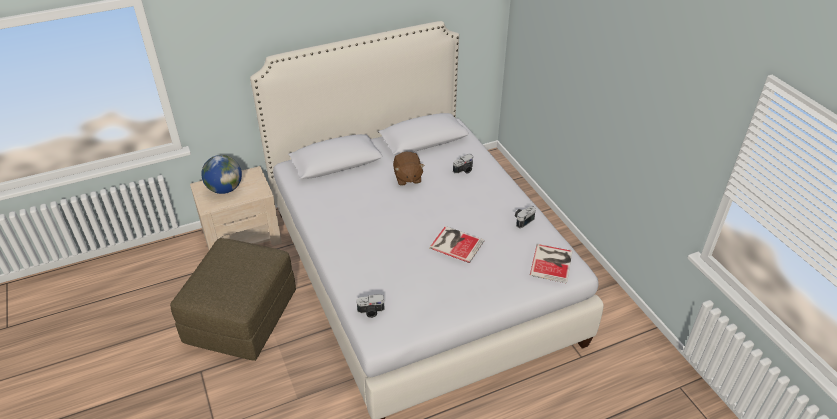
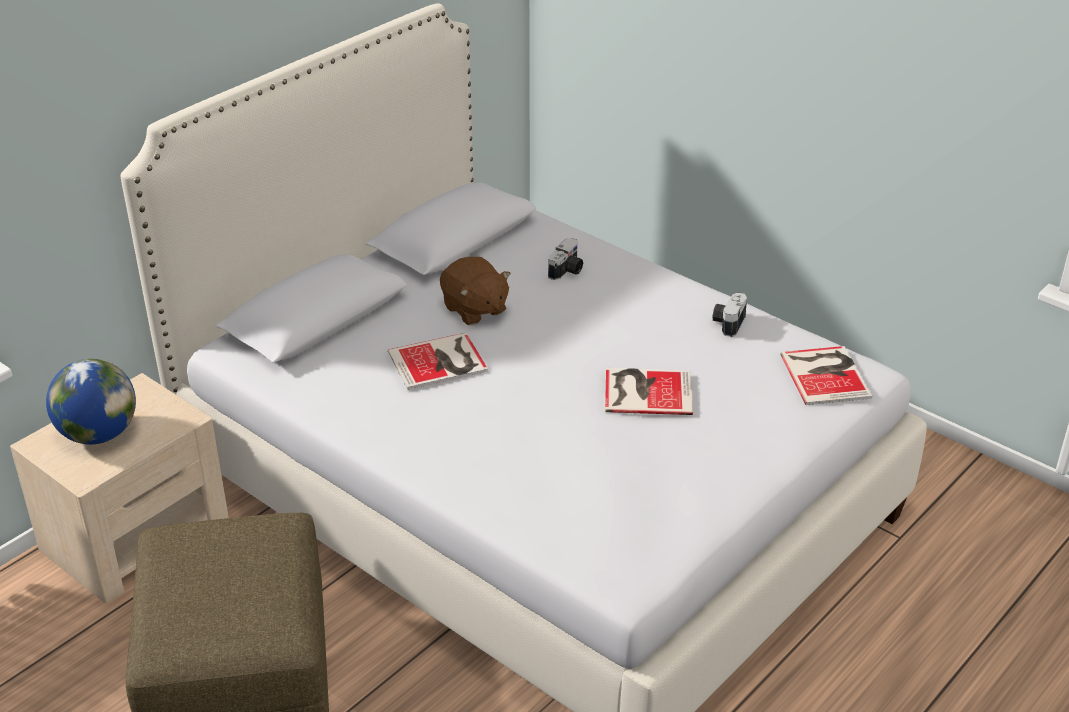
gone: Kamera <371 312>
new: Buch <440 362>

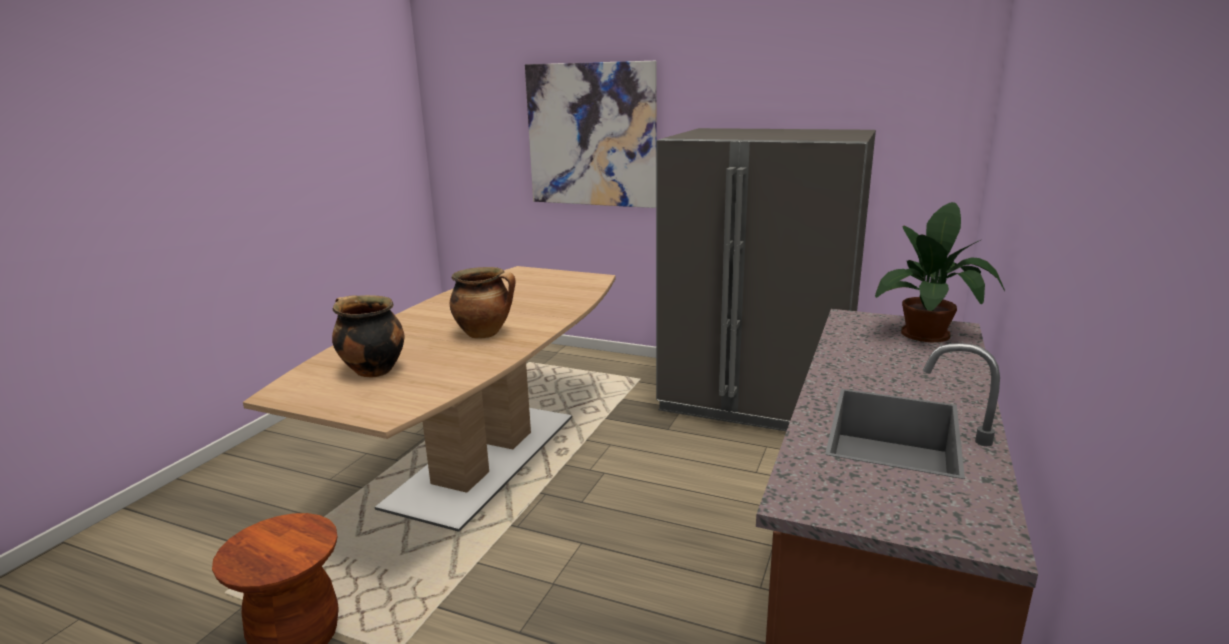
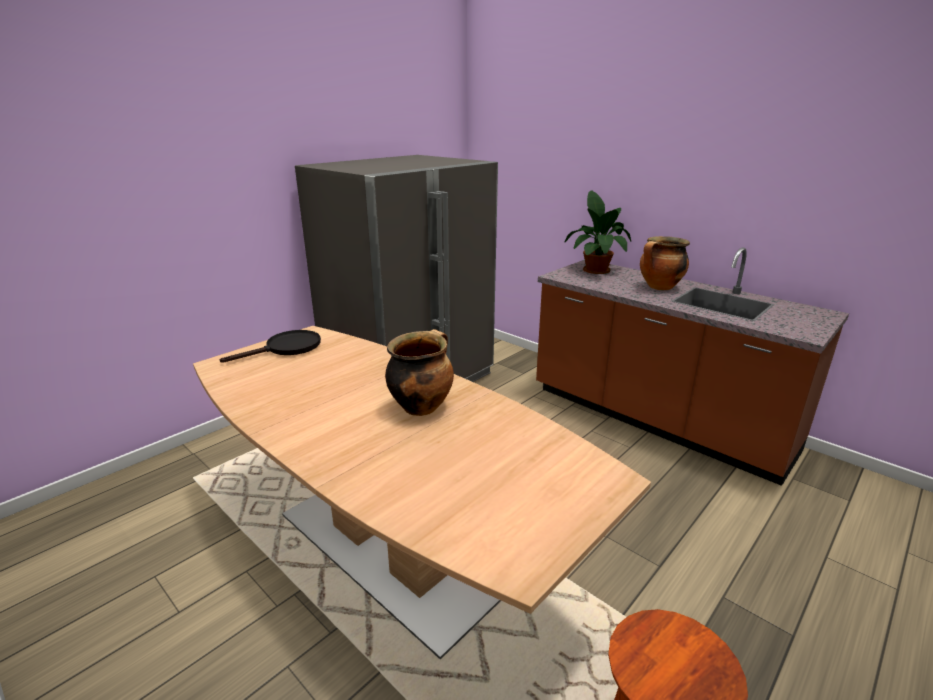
gone: Bild <591 135>
new: Pfanne (schwarz) <286 348>
shifted: Kochtopf <372 371> to <659 287>

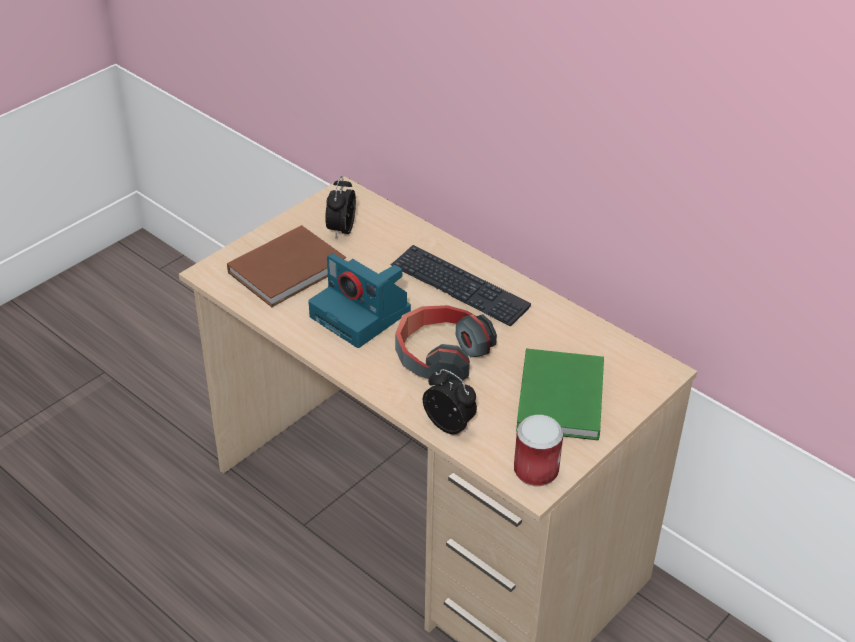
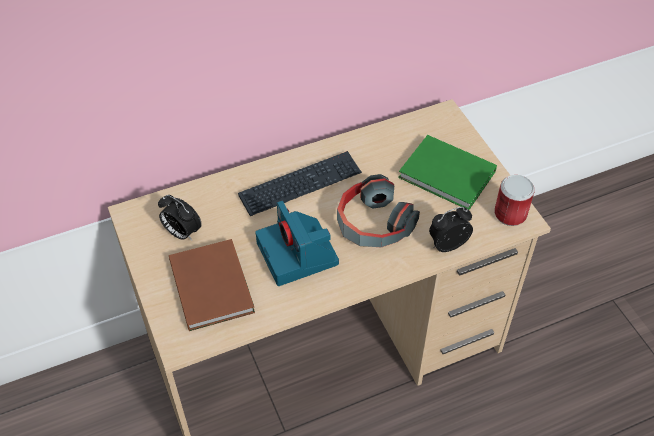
rotated: Kamera <362 314> = <298 254> 90 degrees clockwise

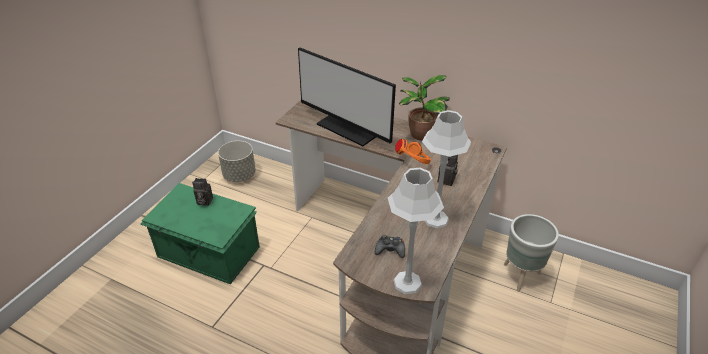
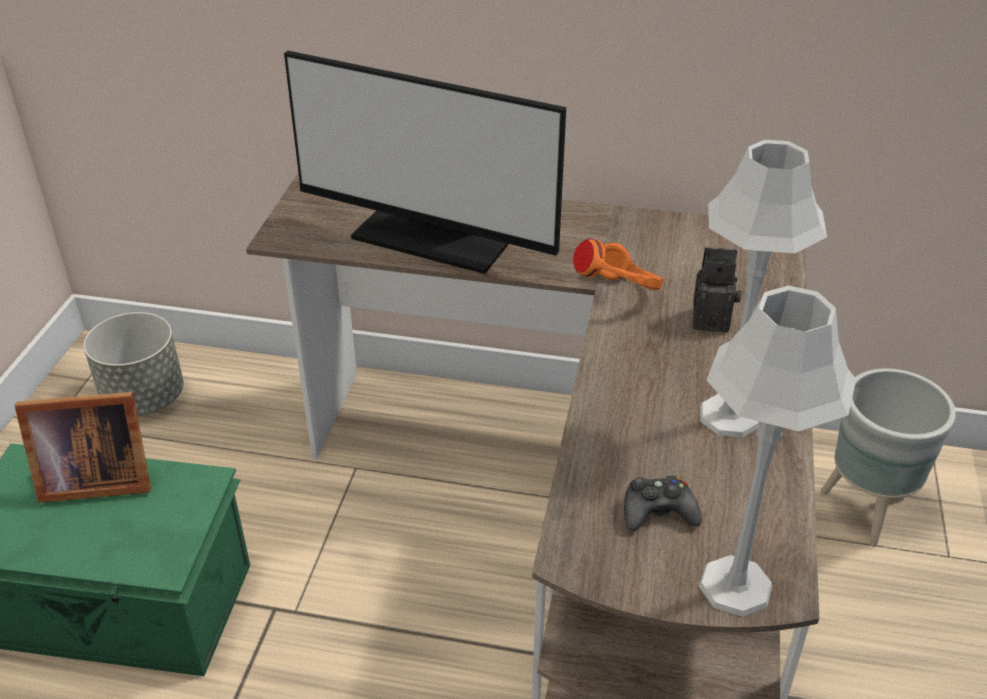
gone: Topfpflanze <419 135>
swapped: Kamera <203 201> to Bilderrahmen <93 479>

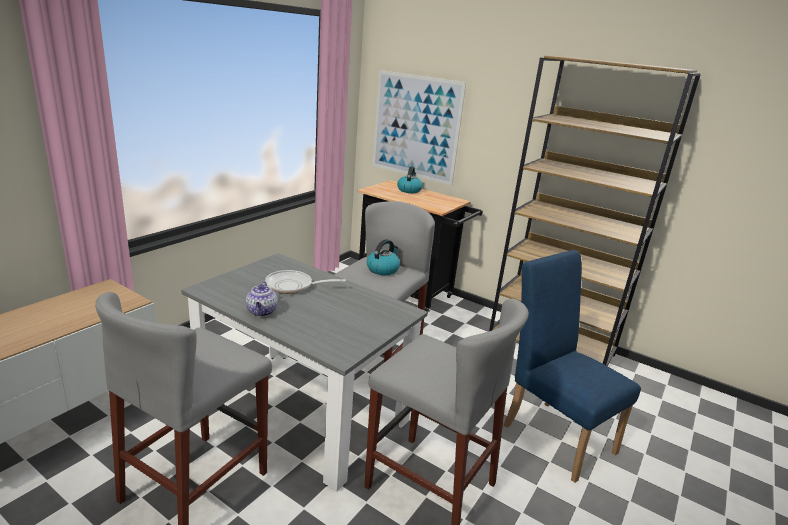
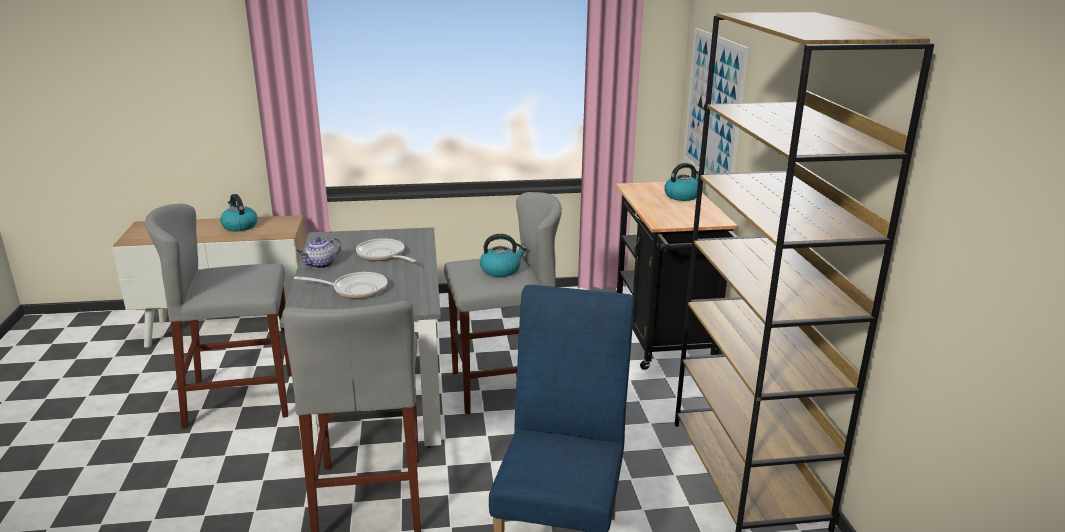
new: Wasserkessel <239 226>; Pfanne <355 289>

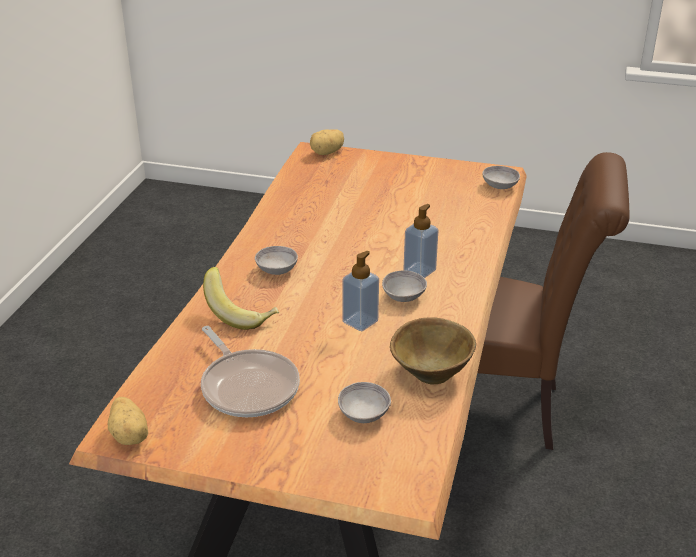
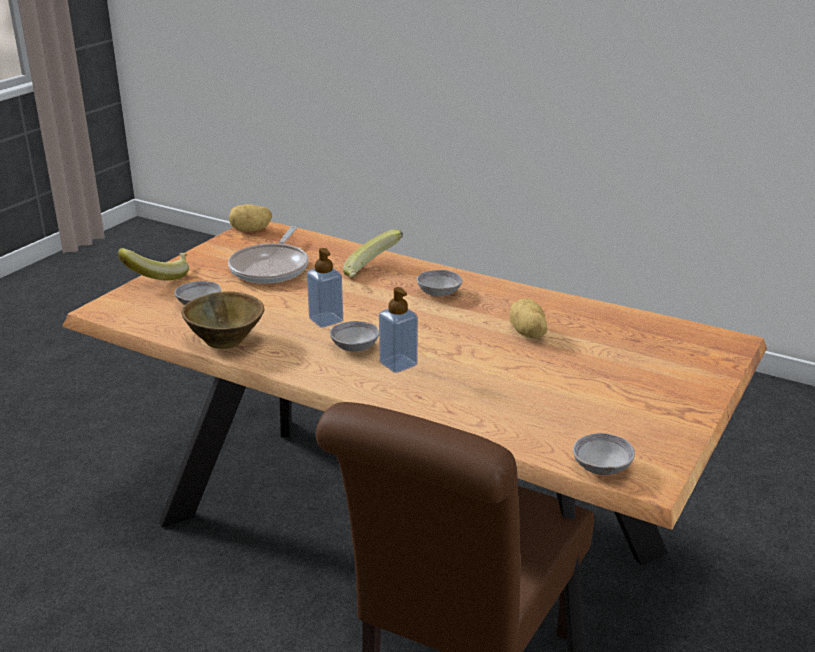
new: Banane <158 276>
shifted: Kartoffel <327 153> to <527 334>
rotated: Pfanne <248 386> = <271 268> 60 degrees counterclockwise

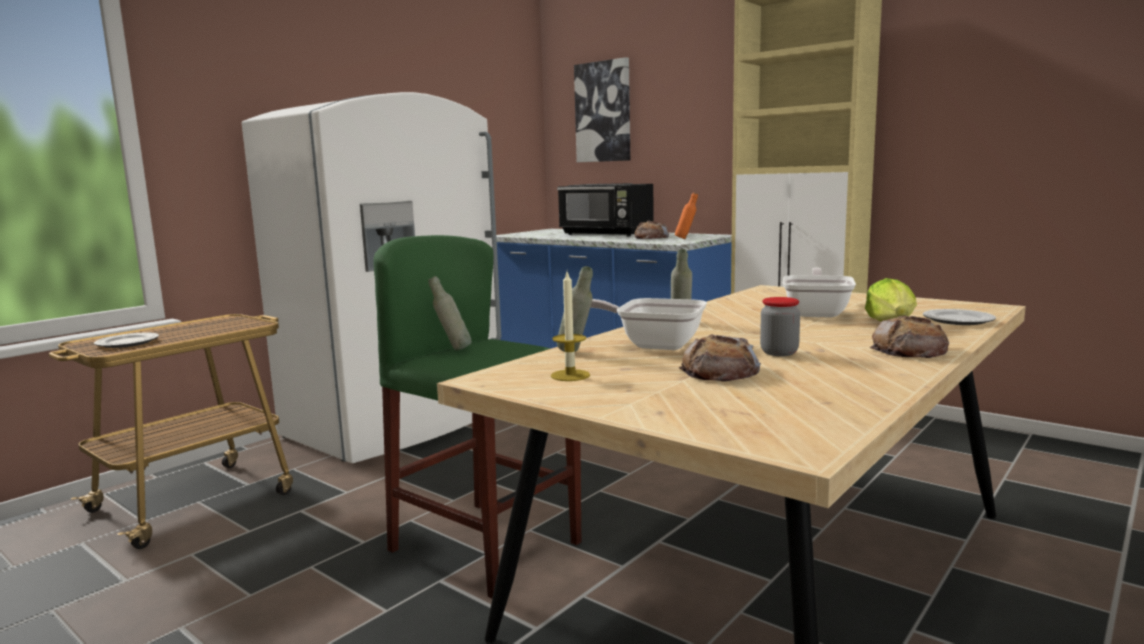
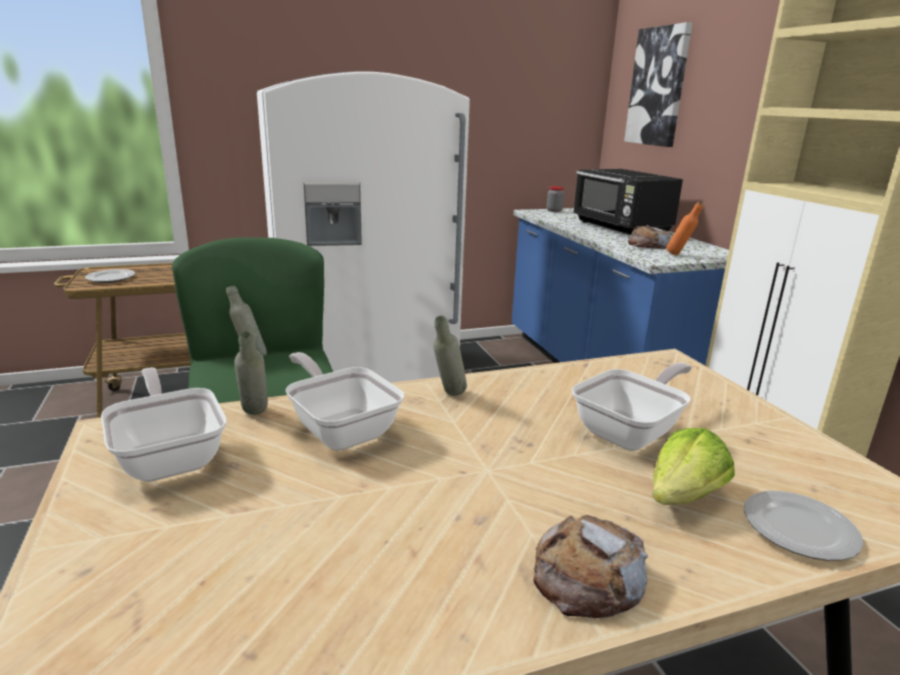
gone: Brot <720 371>
shifted: Vorratsglas <779 352> to <554 211>
swapped: Kerze <570 375> to Pfanne <170 456>

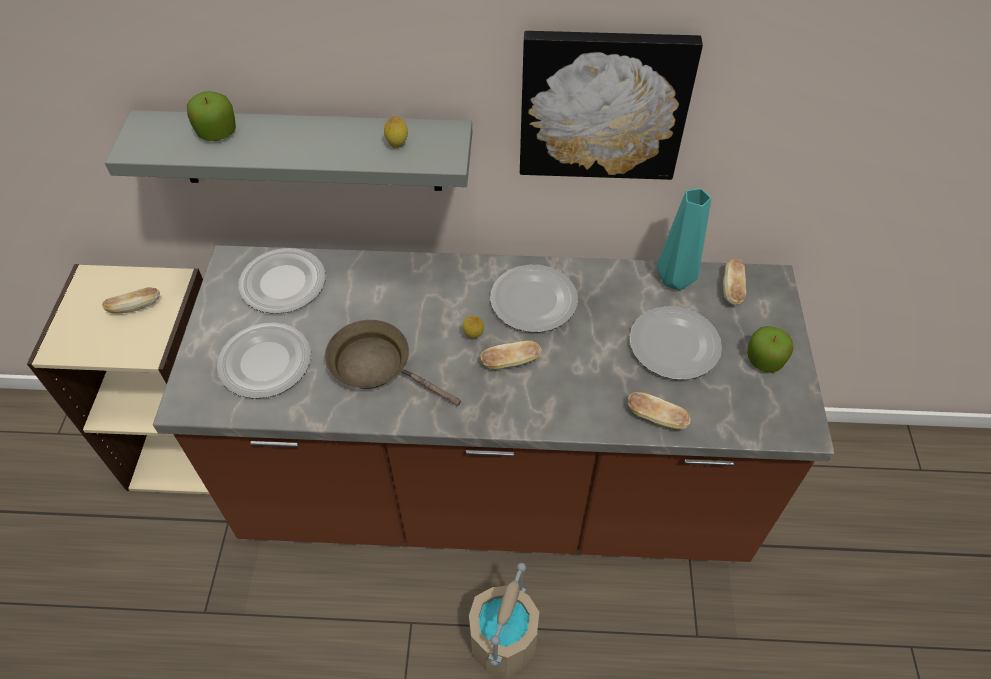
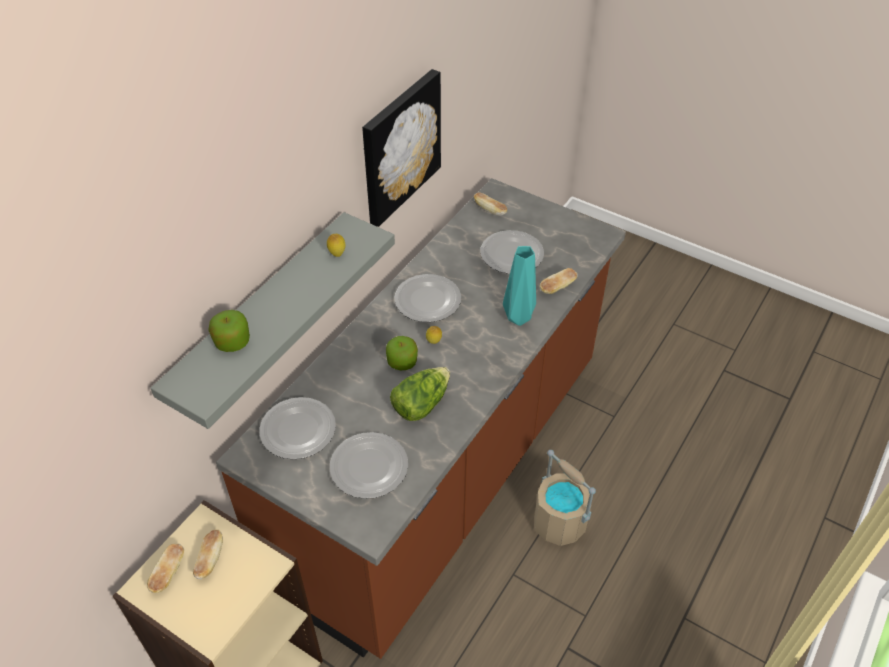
shifted: Brot <510 362> to <168 573>; Vase (türkis) <676 279> to <518 316>; Apfel <764 360> to <402 362>
swapped: Pfanne (braun) <376 366> to Salatkopf <421 403>

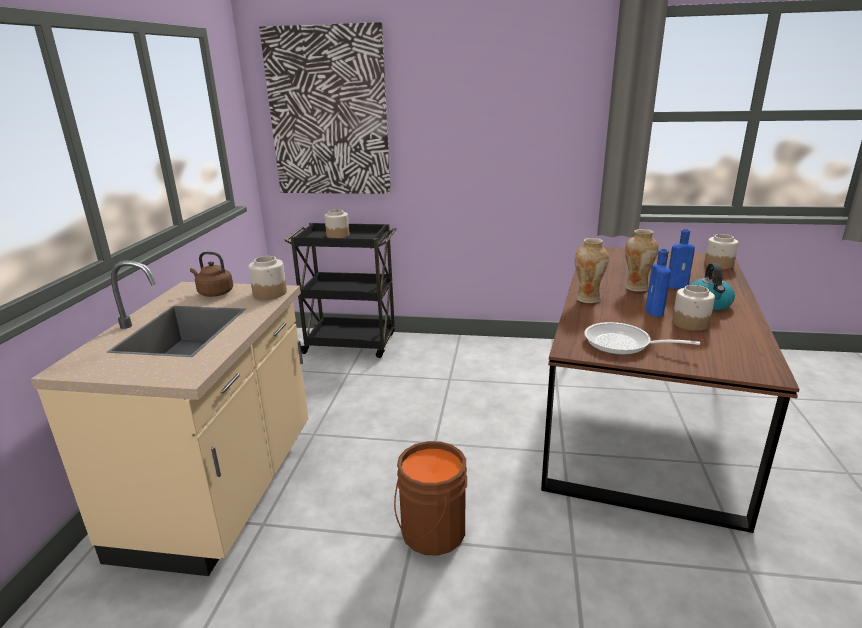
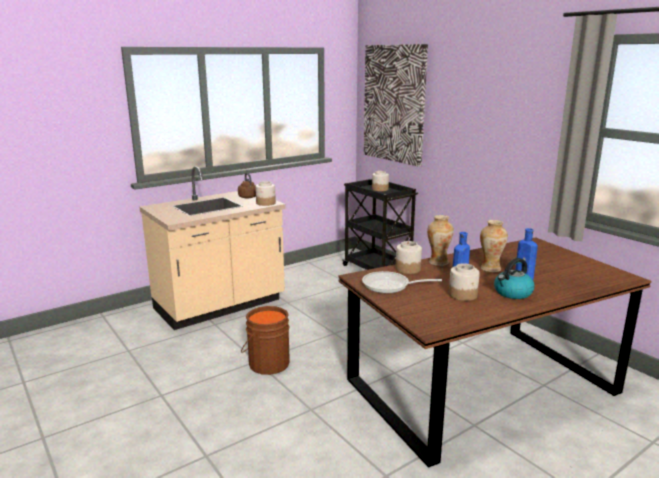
shifted: Vorratsglas <718 264> to <408 269>
rotated: Pfanne <623 344> = <390 286> 60 degrees counterclockwise

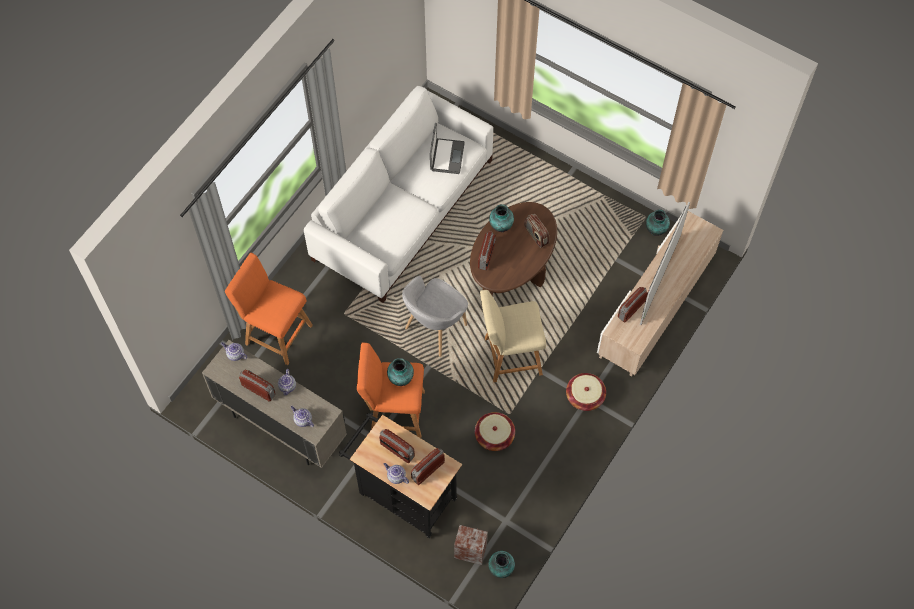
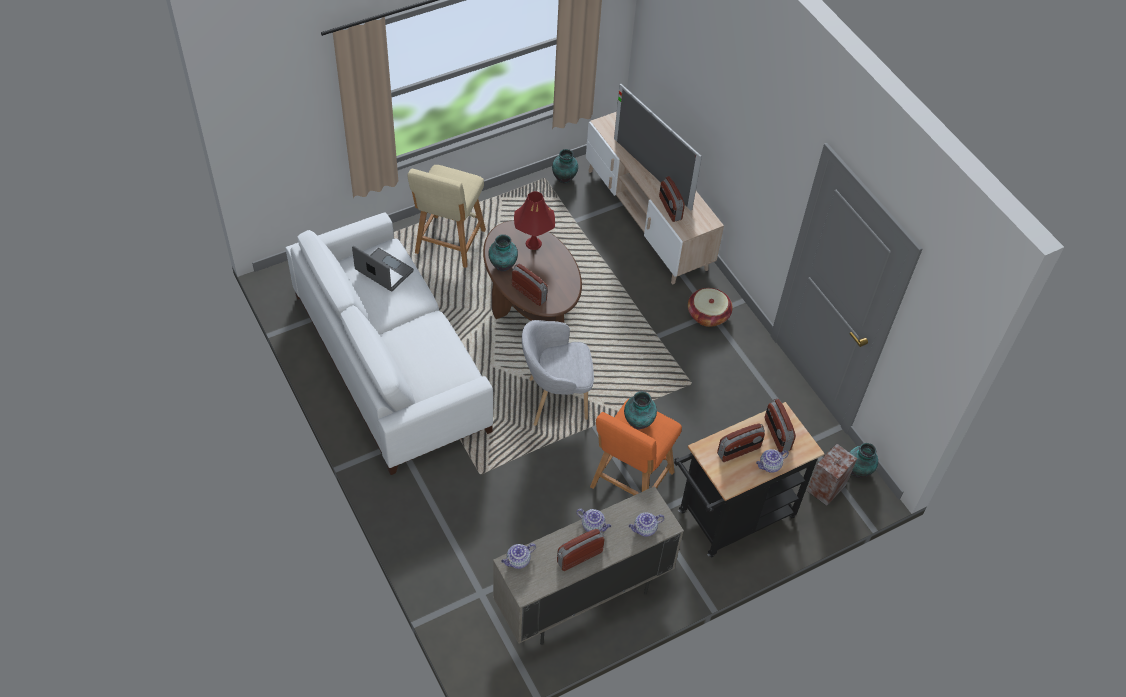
gone: Hocker (orange) <276 333>; Korb <494 436>
shifted: Hocker (beige) <509 356> to <449 244>
swapped: Radio <536 235> to Tischlampe (rot) <533 243>
rotated: Sessel (grau) <435 329> = <555 400> 105 degrees clockwise

